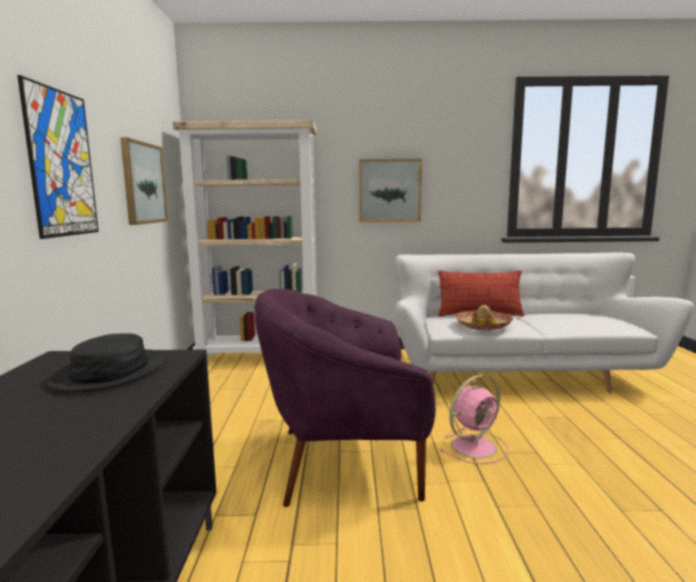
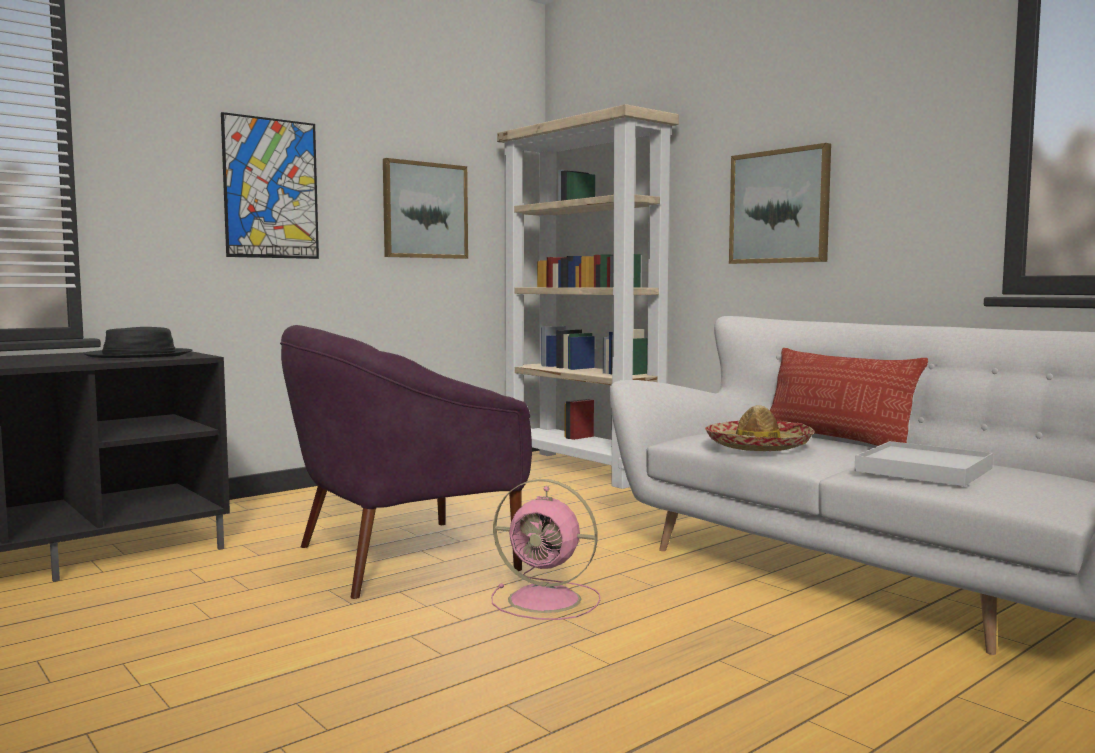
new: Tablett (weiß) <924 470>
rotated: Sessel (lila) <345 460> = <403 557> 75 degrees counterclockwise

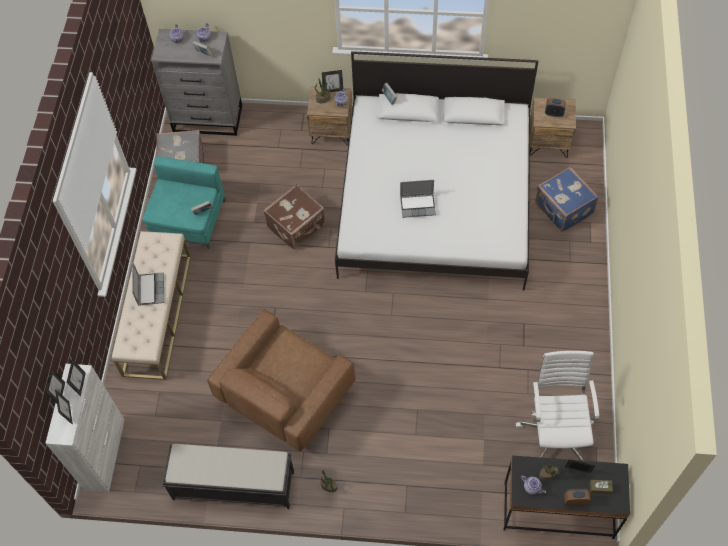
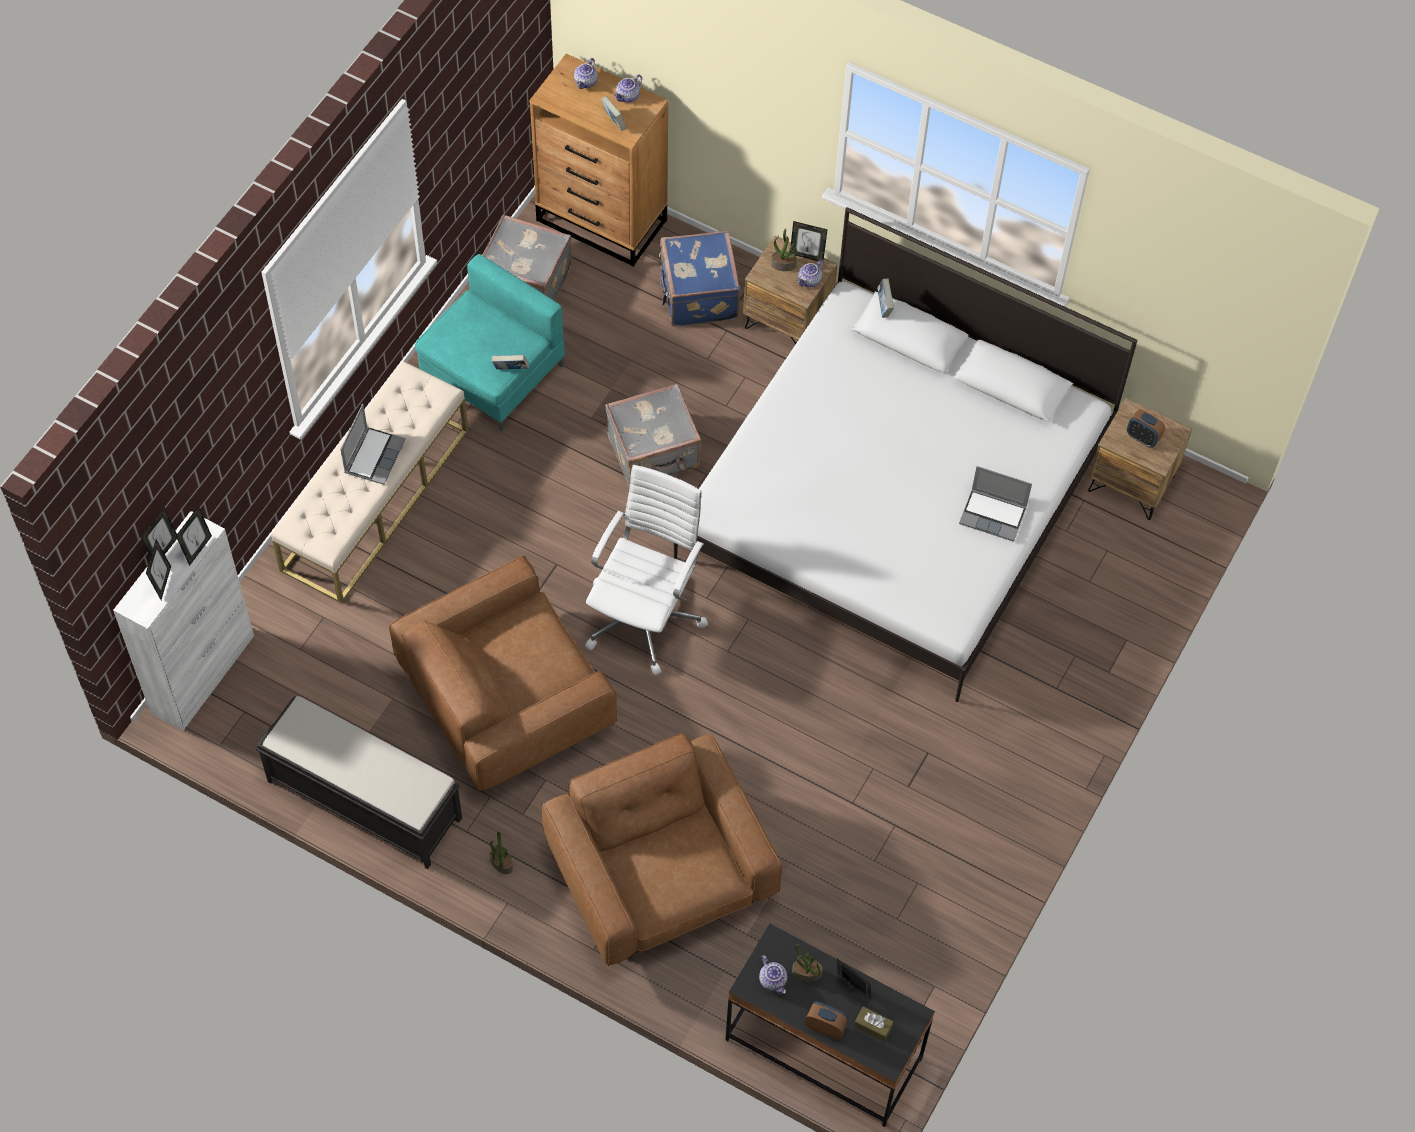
new: Sessel (braun) <660 875>
shifted: Laptop <418 205> to <994 515>; Bürostuhl (weiß) <555 432> to <645 615>; Koffer (blau) <563 209> to <697 295>
repainted: Kommode (grau) <208 119> to Kommode (braun) <602 221>; Koffer (braun) <297 226> to Koffer (grau) <654 452>

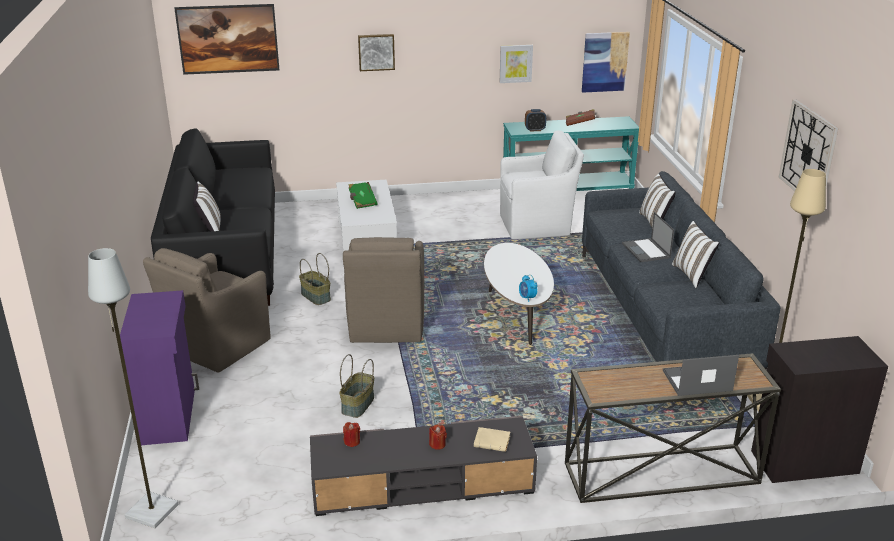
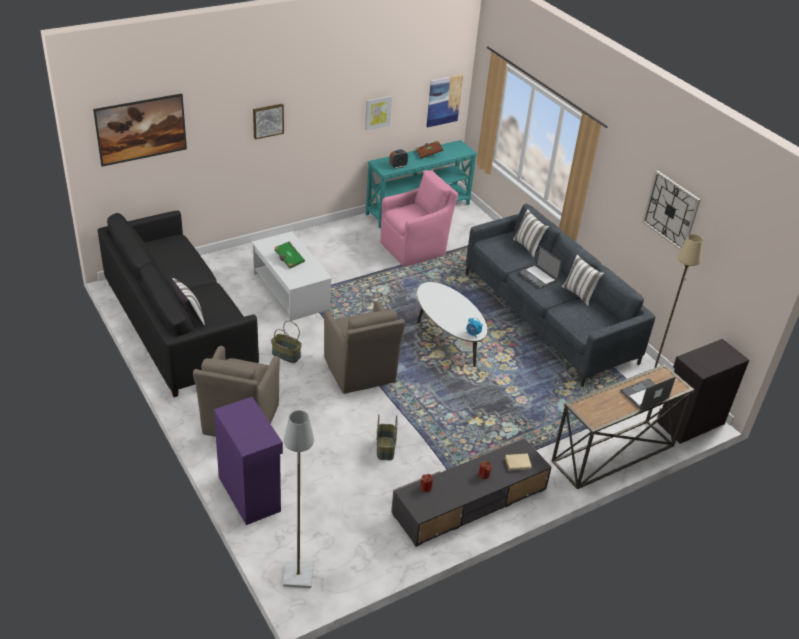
repainted: Sessel (weiß) <537 225> to Sessel (rosa) <415 248>

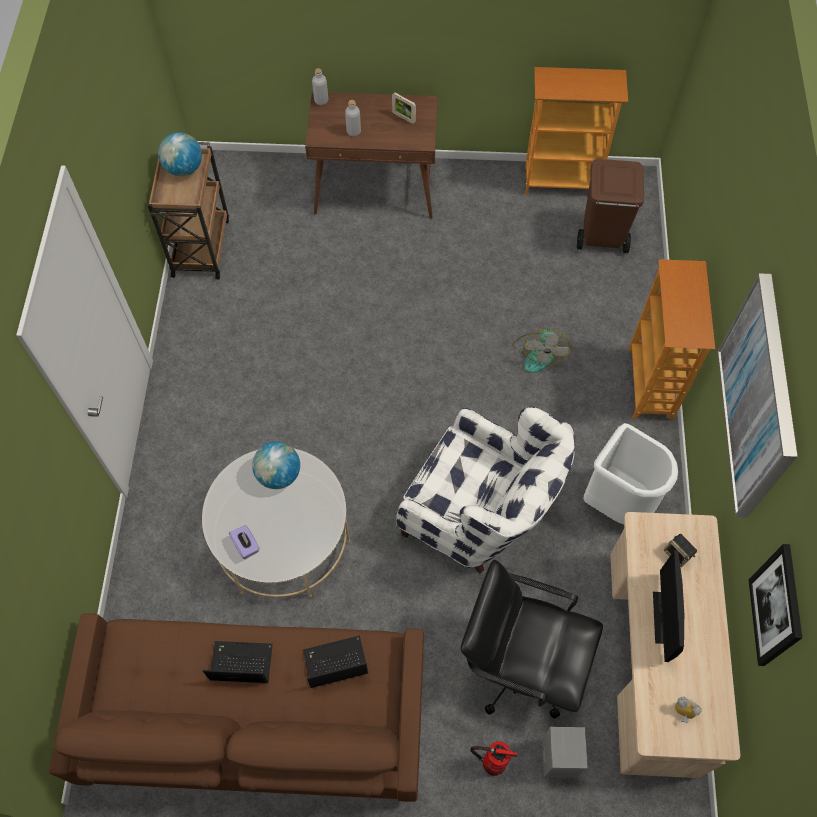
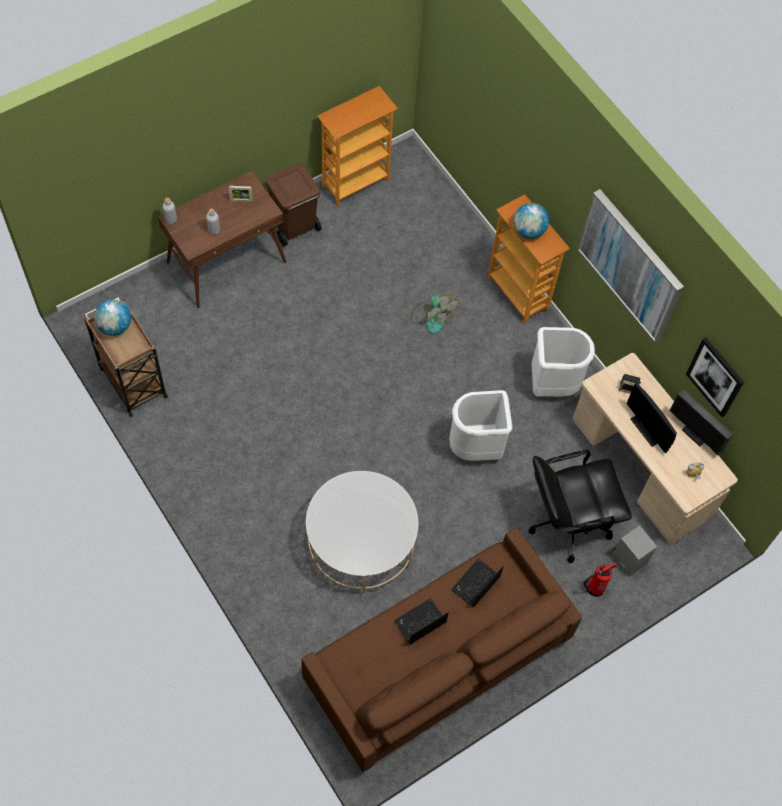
gone: Taschentuchbox (lila) <246 545>
new: Monitor <694 435>
shifted: Globus <278 474> to <529 231>; Mülleimer (braun) <601 237> to <294 228>
swapped: Sessel (weiß) <480 517> to Mülleimer (weiß) <476 448>

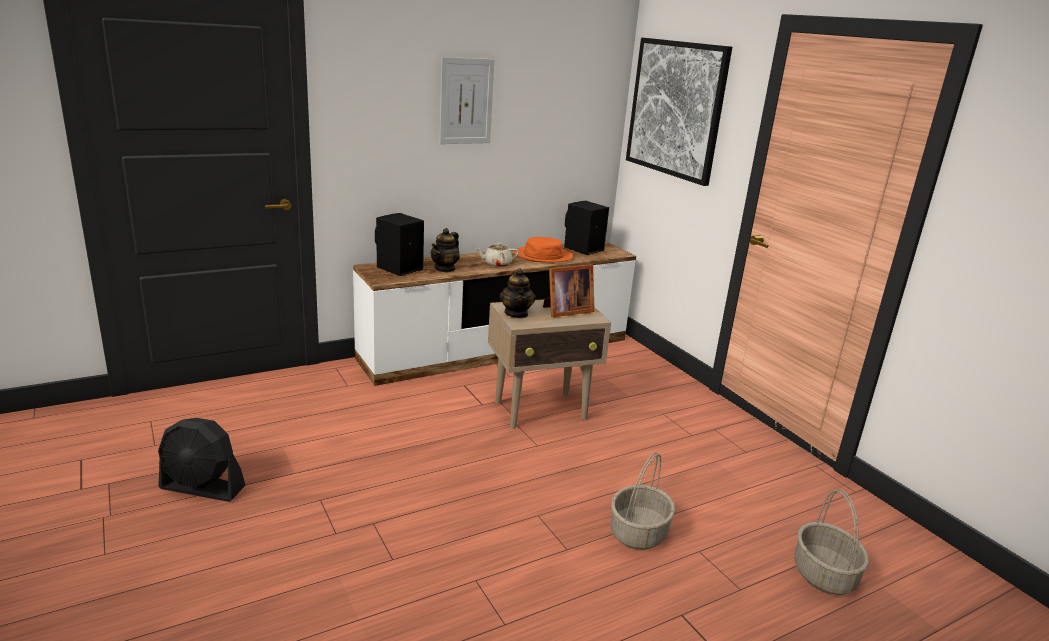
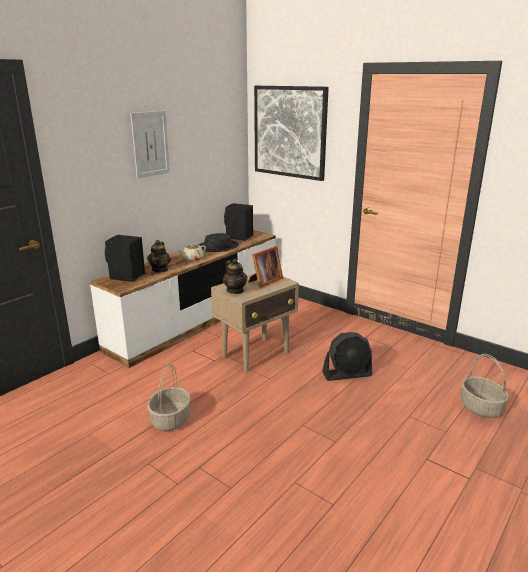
shifted: Ventilator (schwarz) <202 488> to <347 374>; Korb <638 533> to <170 419>
repainted: Hut (orange) <543 256> to Hut (schwarz) <218 247>

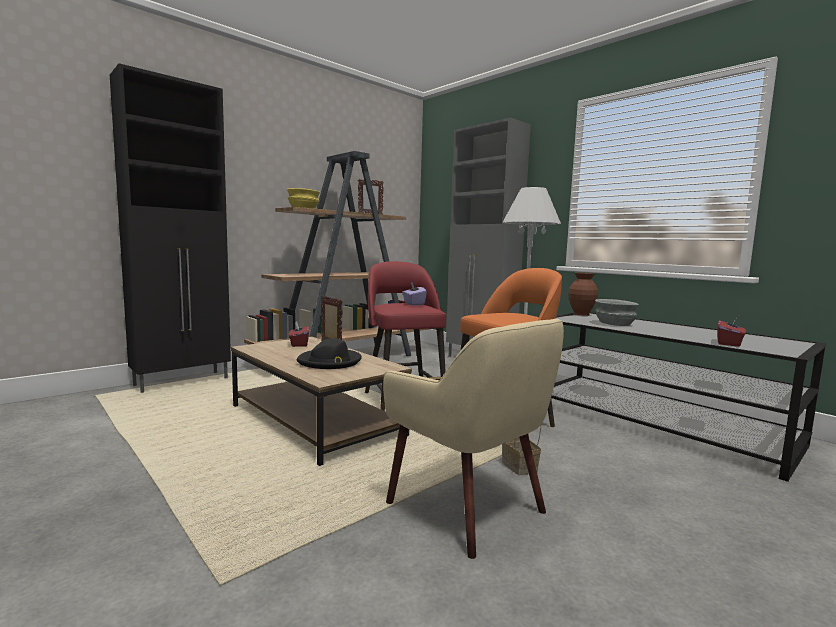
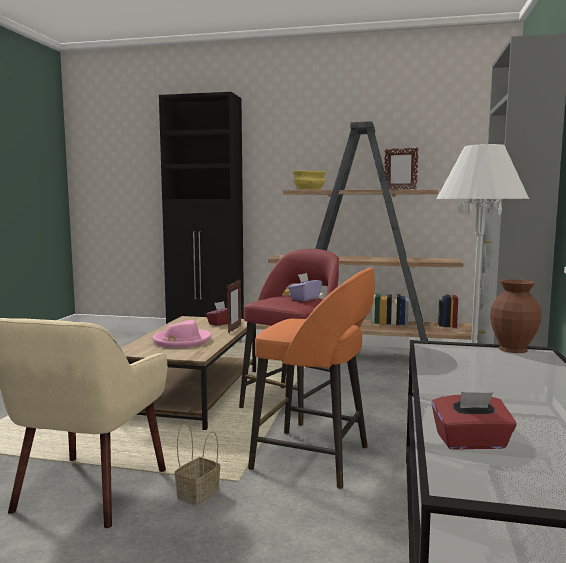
gone: Schüssel (grau) <614 324>
repainted: Hut (schwarz) <330 362> to Hut (rosa) <181 341>

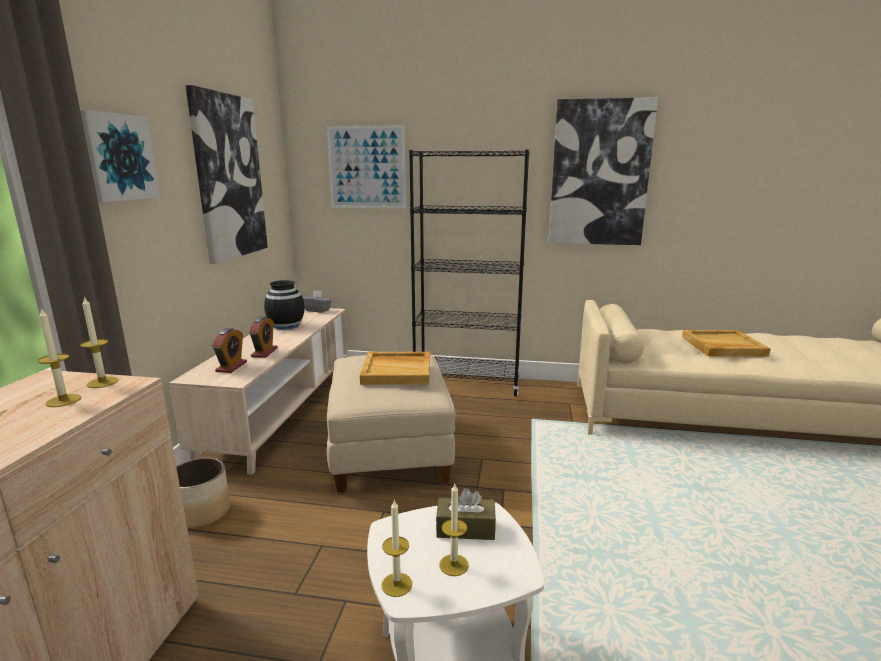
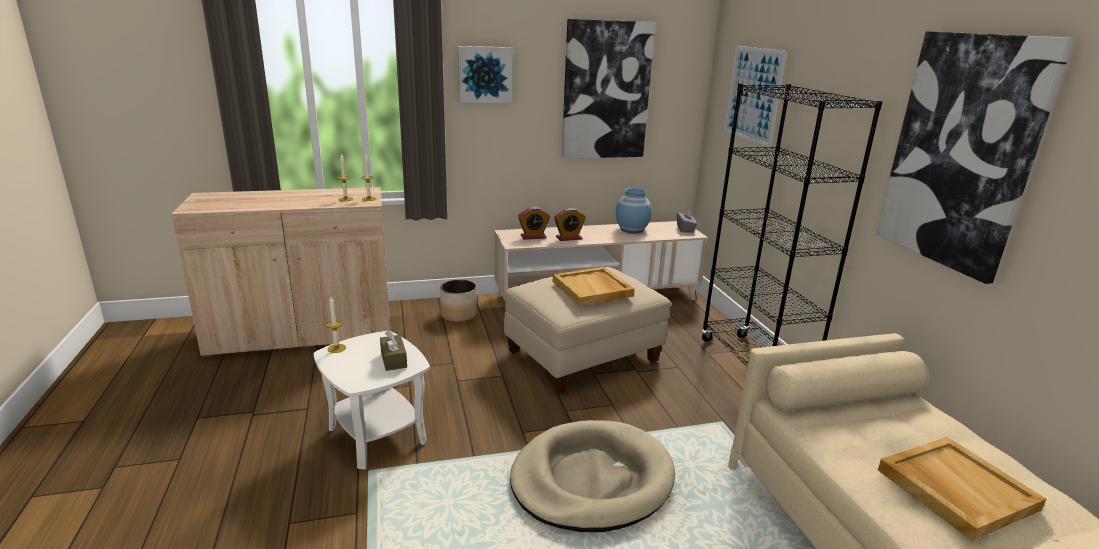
gone: Kerze <453 565>
new: Hundebett (beige) <591 480>
repainted: Vase (schwarz) <286 325> to Vase (blau) <631 229>

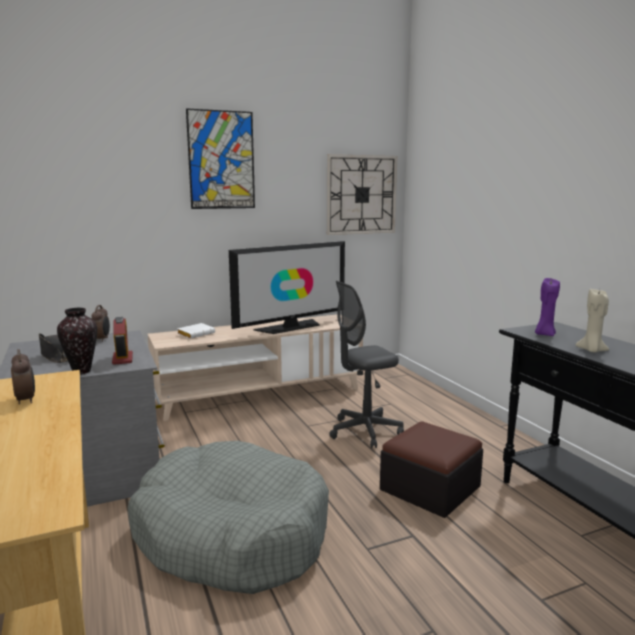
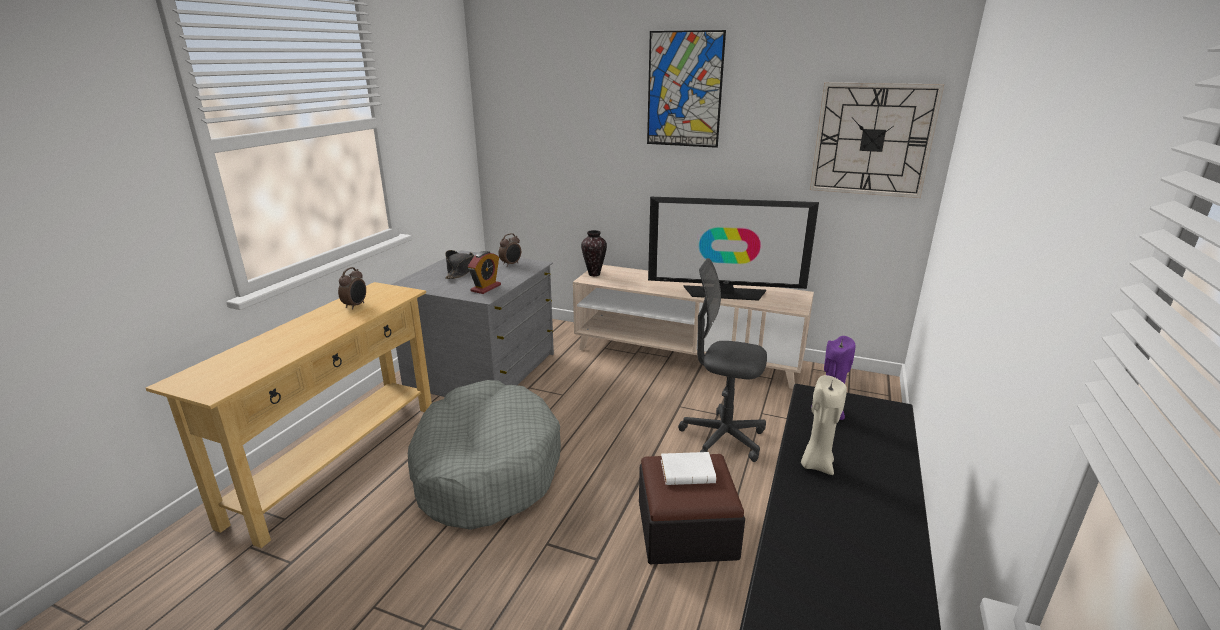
shifted: Vase <82 371> to <594 274>; Buch (weiß) <196 334> to <688 472>

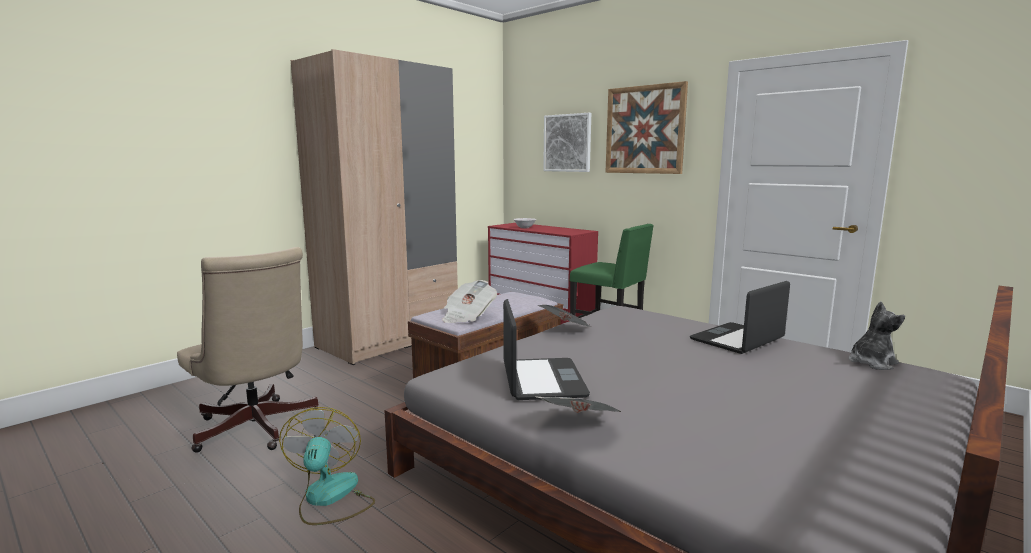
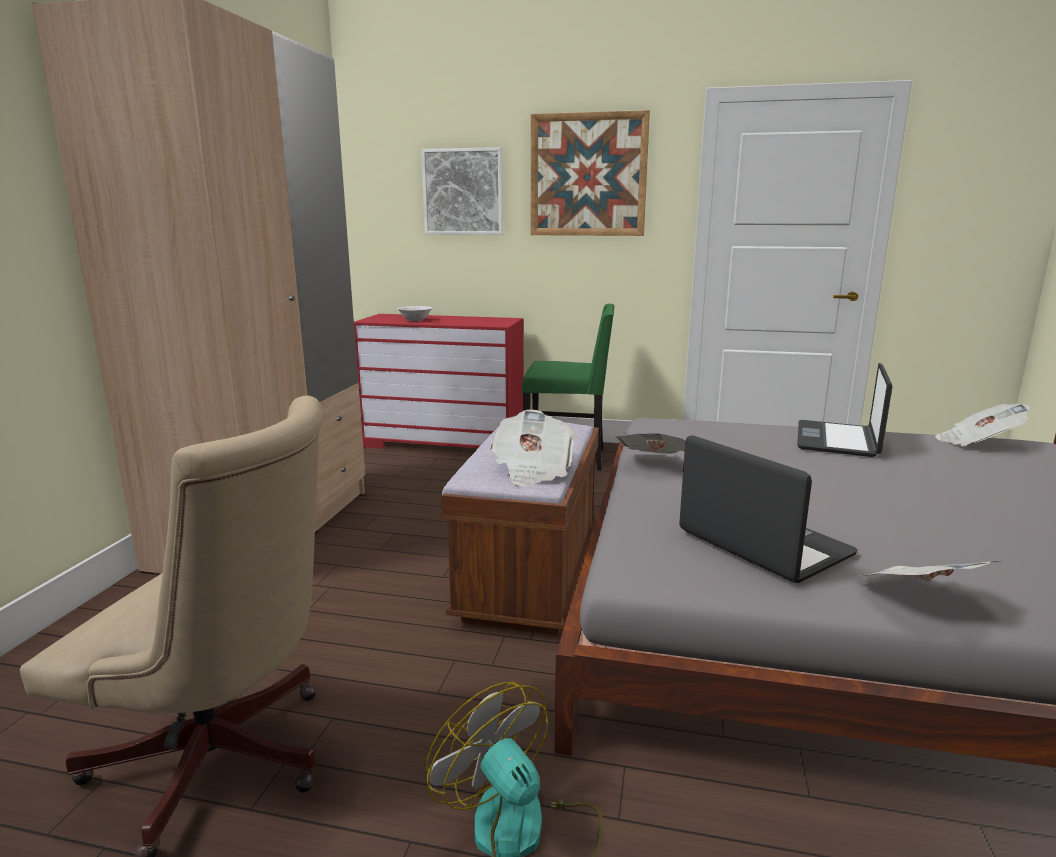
swapped: Plüschtier <871 363> to Zeitung <977 443>

